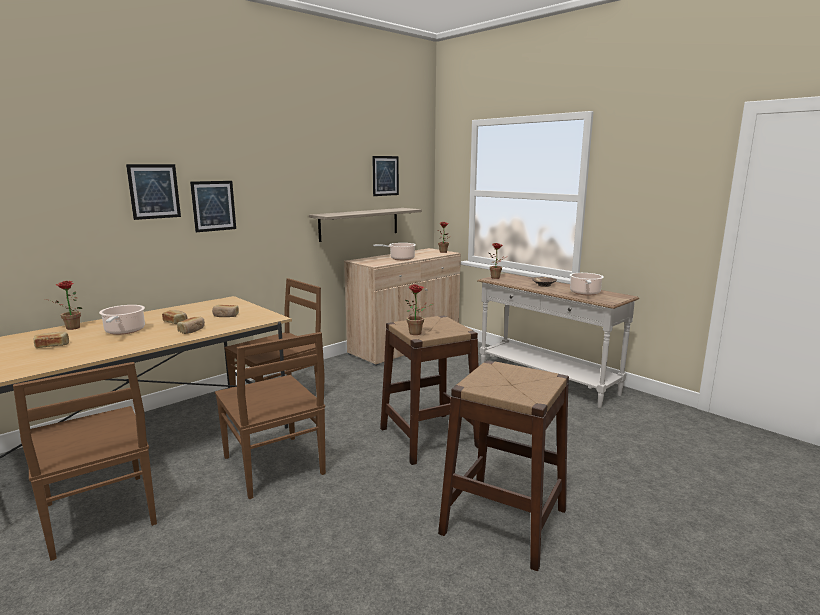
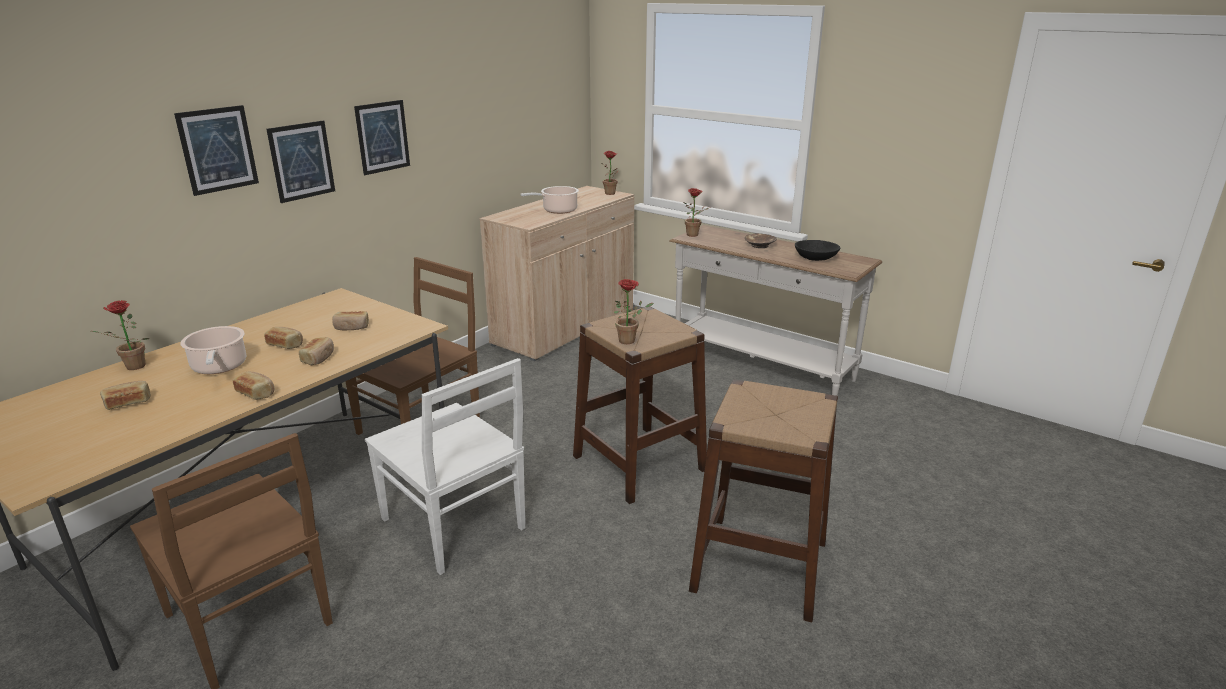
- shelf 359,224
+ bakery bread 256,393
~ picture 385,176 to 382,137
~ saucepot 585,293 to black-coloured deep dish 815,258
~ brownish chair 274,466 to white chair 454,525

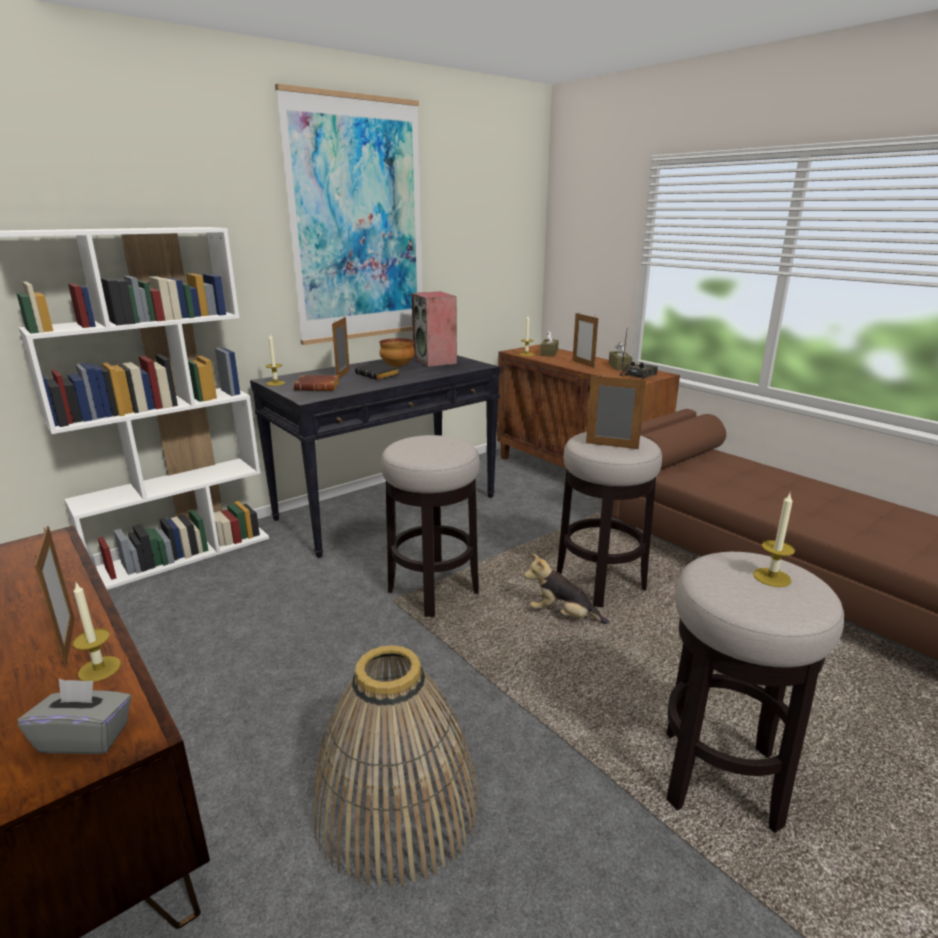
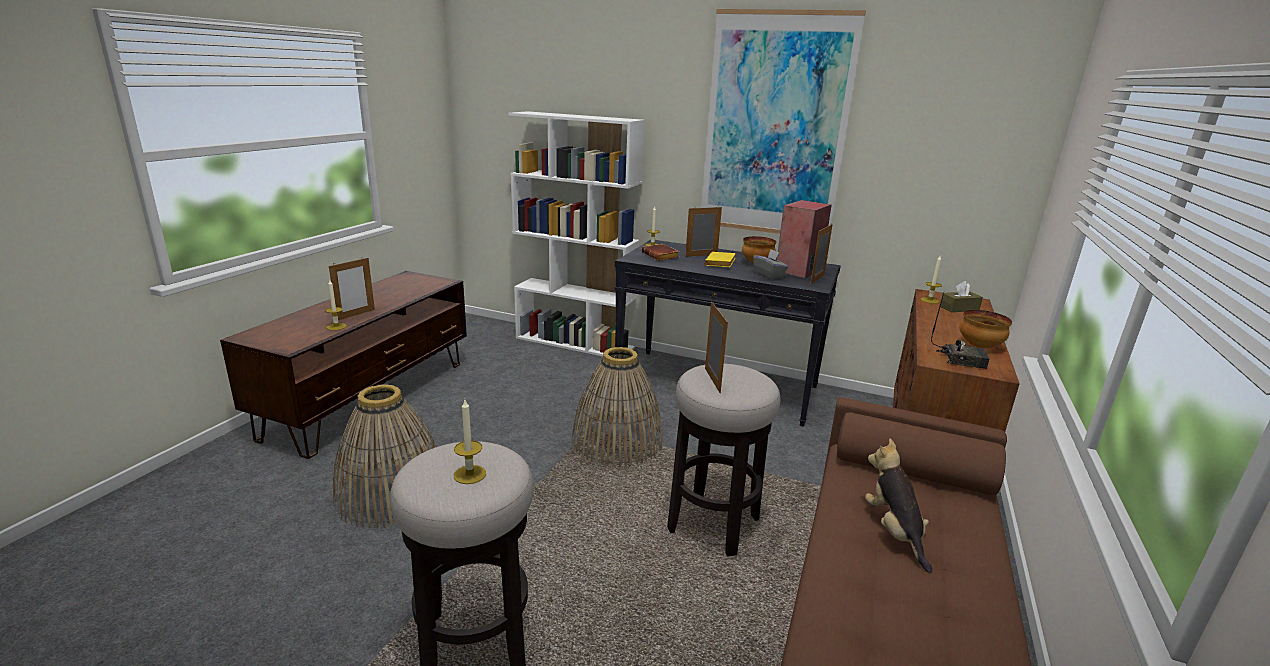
~ grey tissue holder 85,737 to 769,275
~ cuddly toy 563,615 to 894,531
~ picture frame 583,364 to 817,279
~ stool 433,591 to storage basket 617,442
~ brownish tissue holder 619,367 to deep dish 979,347
~ black-coloured bound book 379,375 to yellow-coloured bound book 721,263

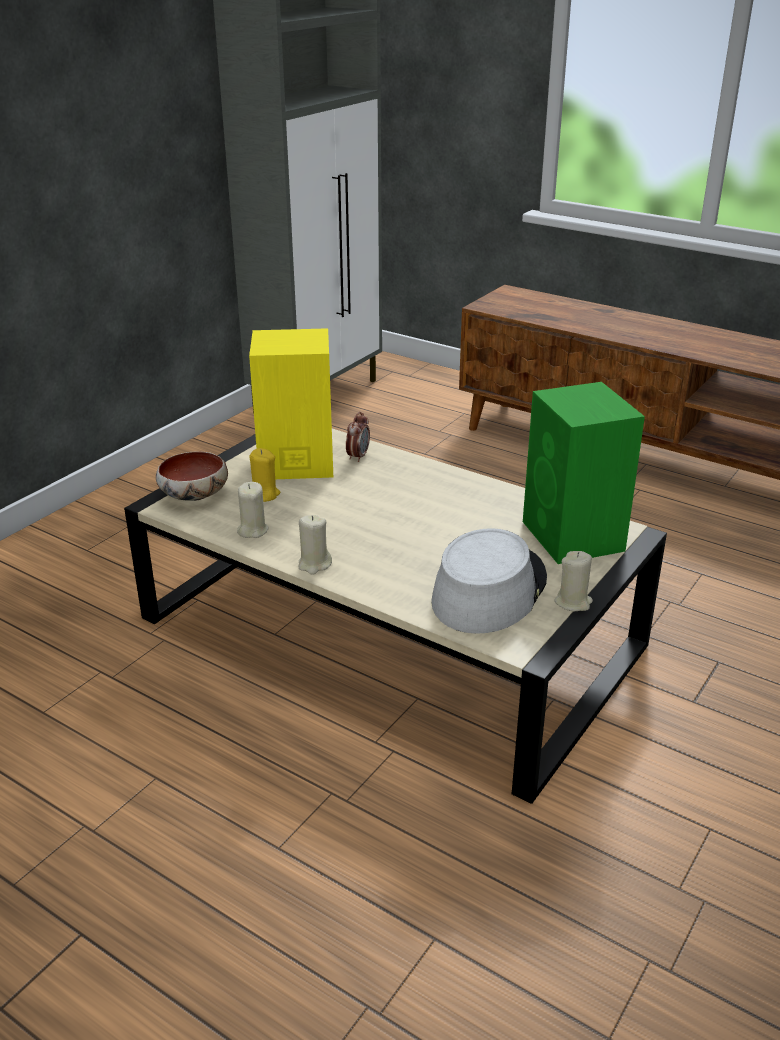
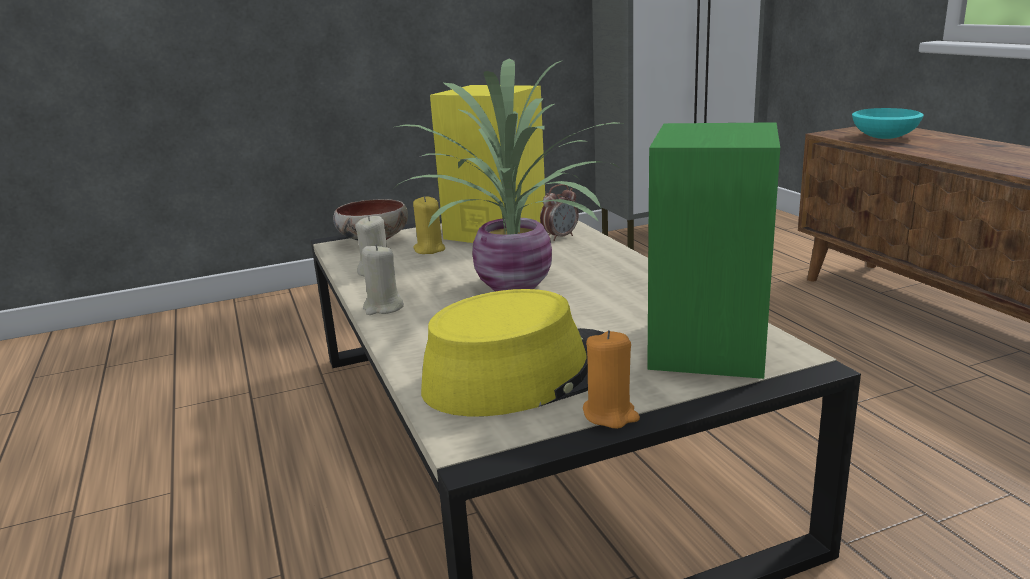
+ houseplant 518,284
+ turquoise-coloured deep dish 883,137
~ grey clothing hat 489,590 to yellow-coloured clothing hat 522,373
~ sand-coloured wax light 573,602 to orange-coloured wax light 610,414

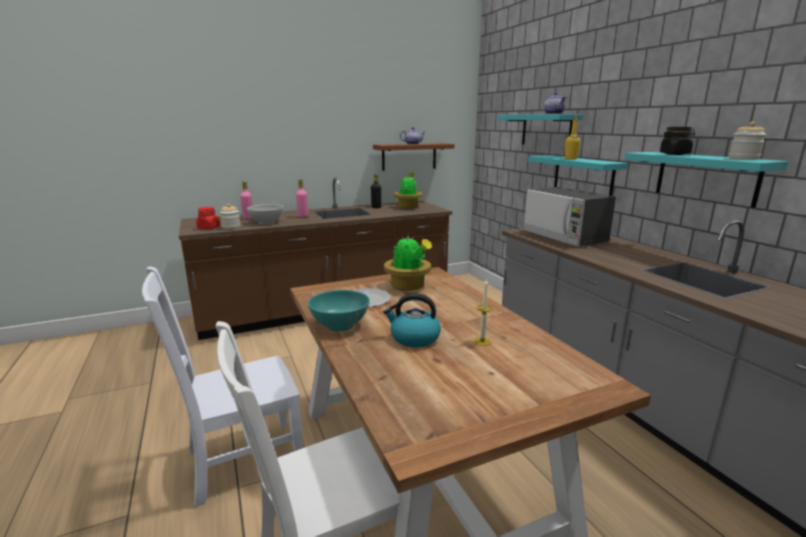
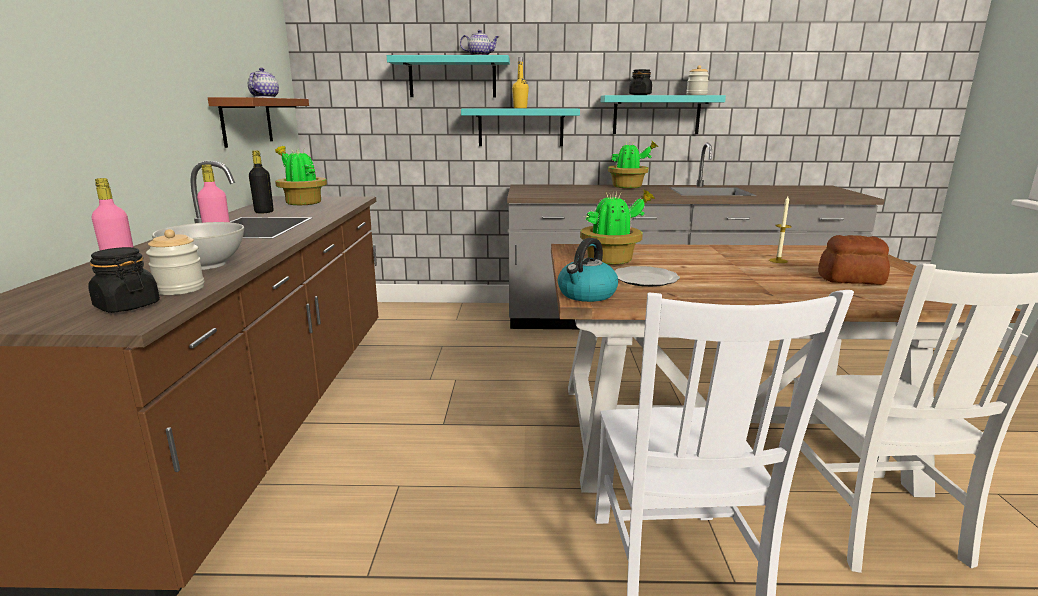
- turquoise-coloured deep dish 339,325
- kitchen microwave 564,237
+ houseplant 628,187
+ bakery bread 851,280
~ water kettle 414,338 to 586,294
~ red-coloured preserve jar 208,227 to black-coloured preserve jar 127,306

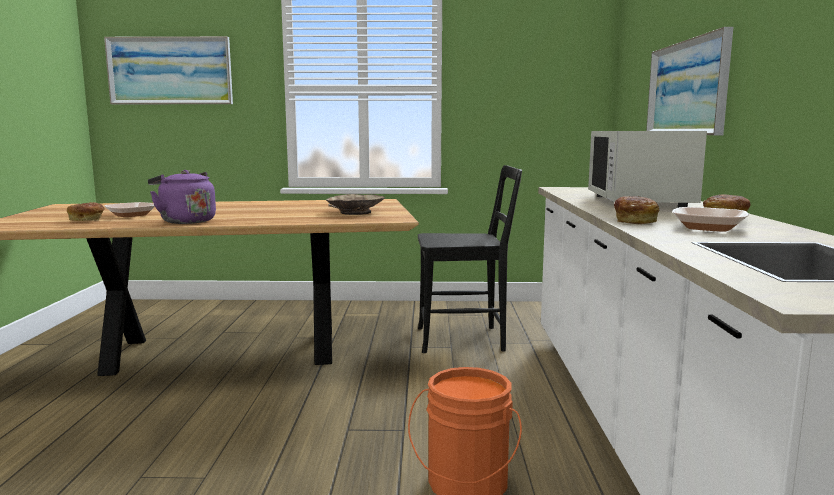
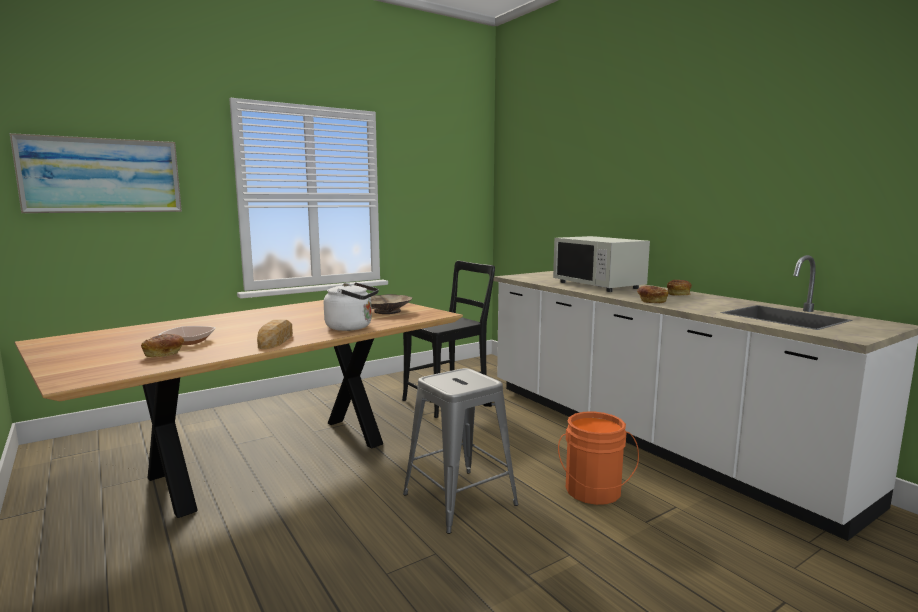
- picture 687,88
- deep dish 708,228
+ white water kettle 352,327
+ grey stool 459,499
~ purplish water kettle 185,221 to bakery bread 276,340

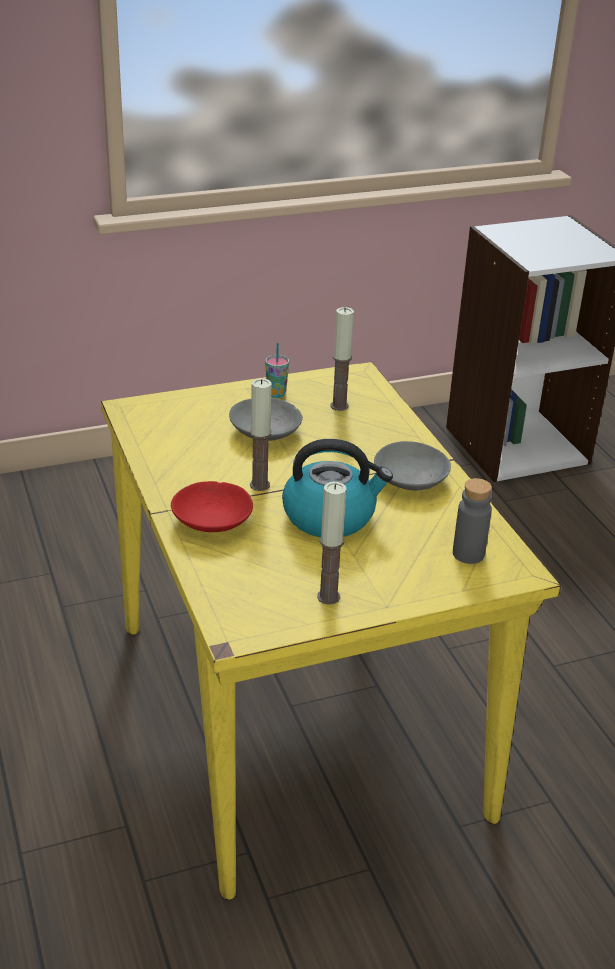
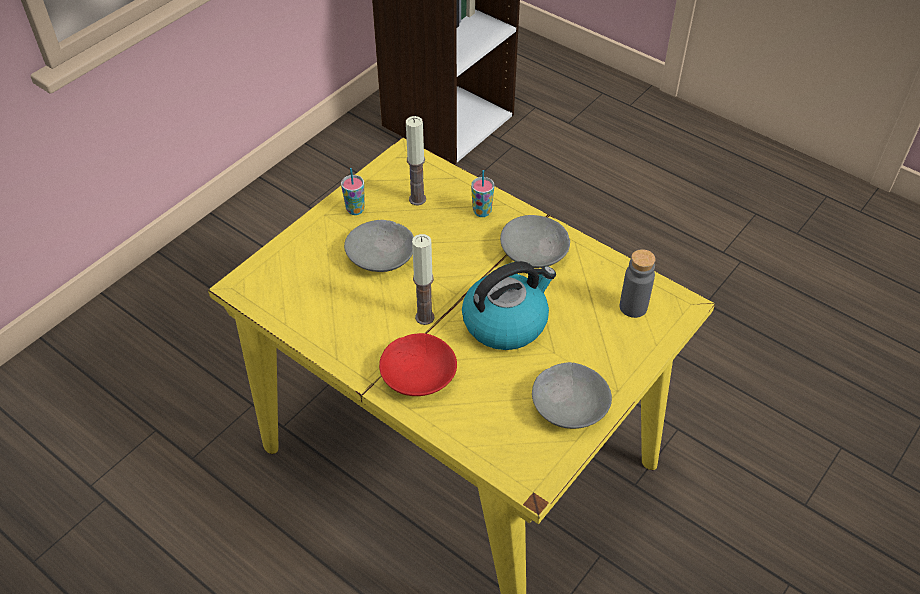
+ drinking cup 482,212
~ wax light 328,597 to grey deep dish 569,405

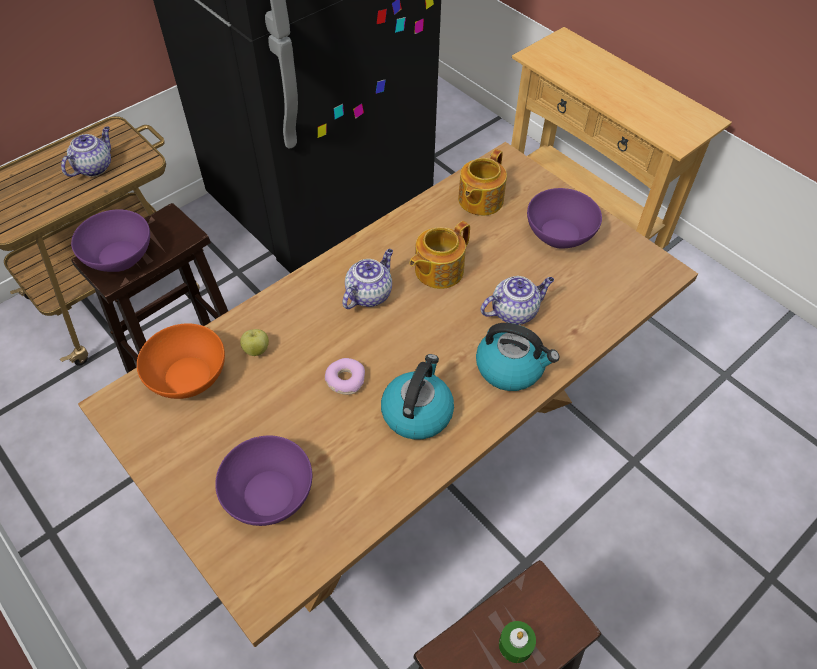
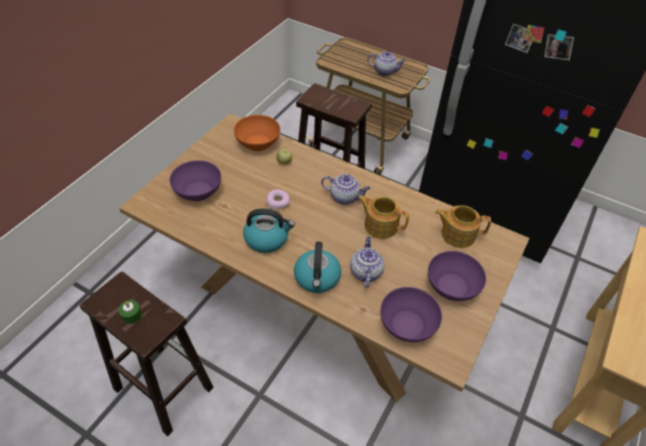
~ purplish deep dish 119,256 to 408,325
~ tea pot 514,311 = 365,272 135 degrees counterclockwise

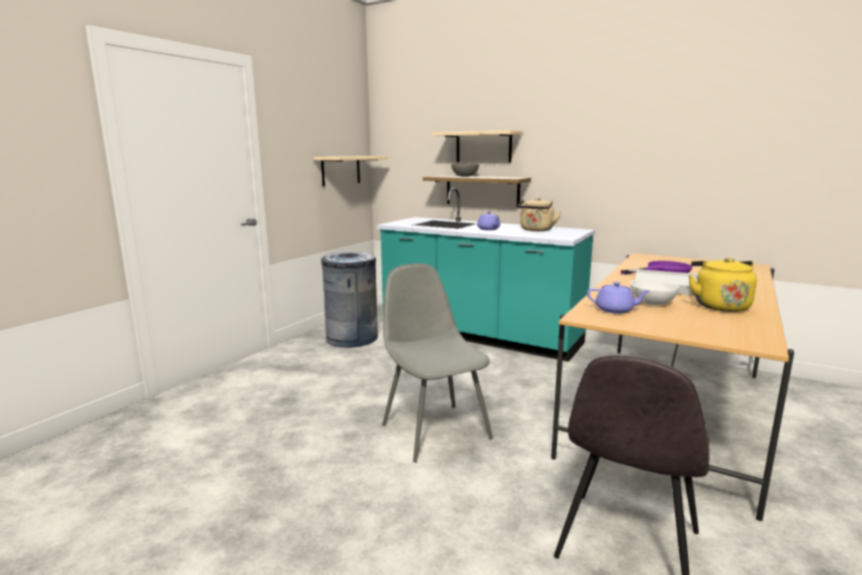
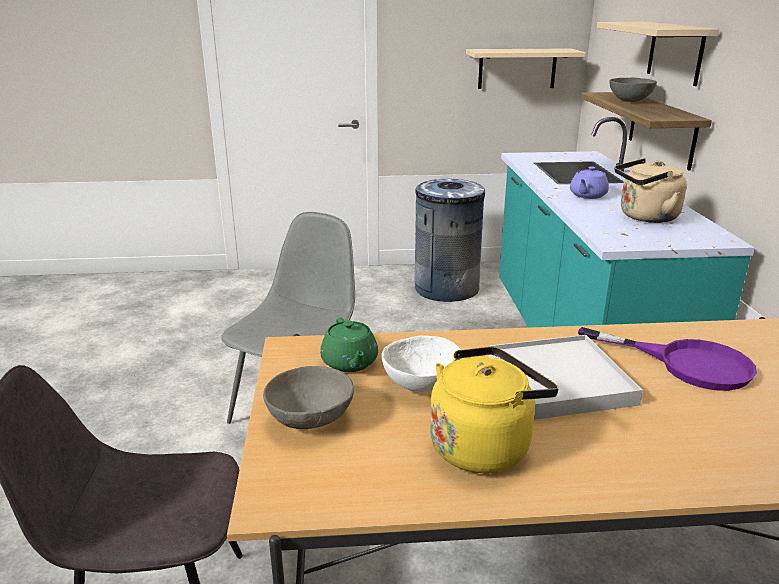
+ grey deep dish 311,419
~ purplish tea pot 615,310 to greenish tea pot 350,363

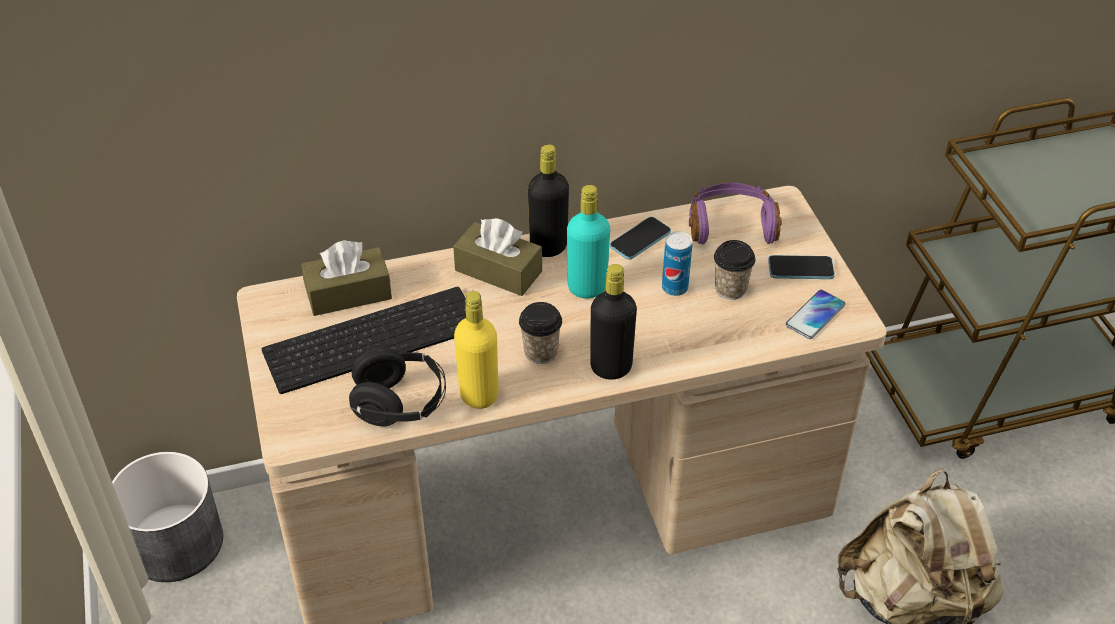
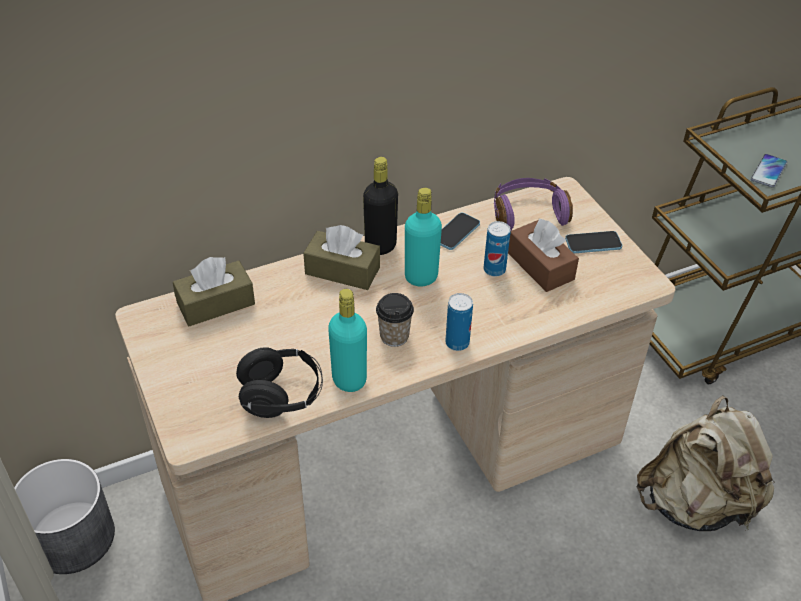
- PC keyboard 373,336
~ telephone 815,315 to 768,171
~ black-coloured drink bottle 611,367 to can 457,343
~ drinking cup 730,289 to brownish tissue holder 540,266
~ yellow-coloured drink bottle 479,395 to turquoise-coloured drink bottle 349,380

